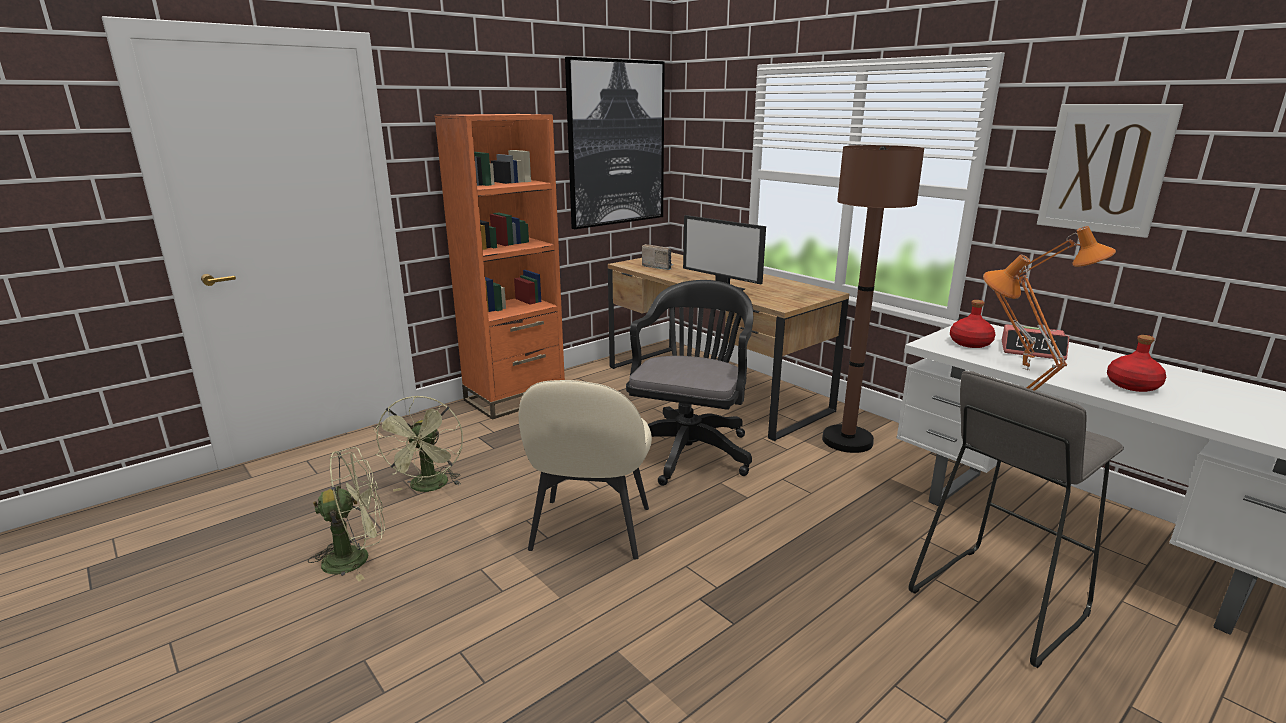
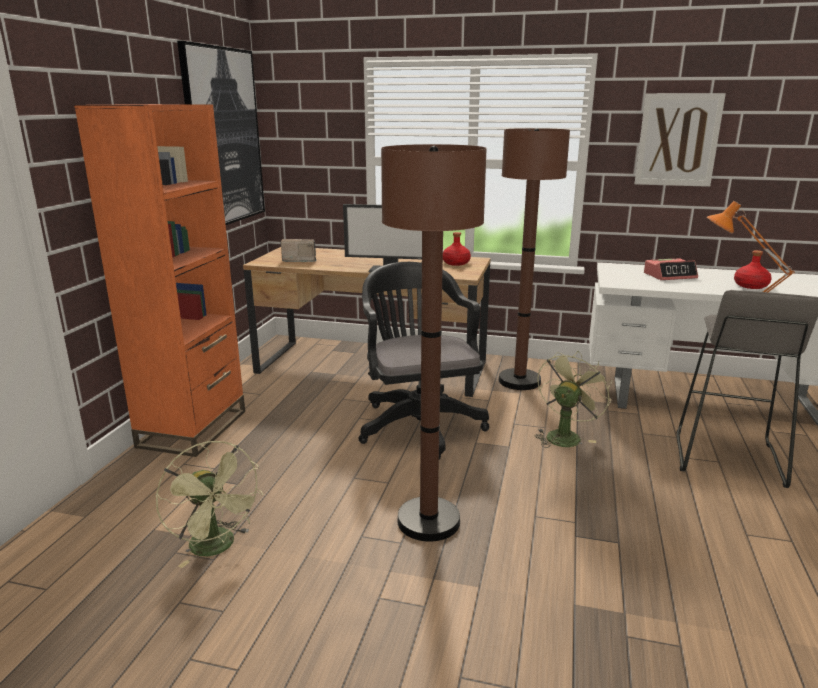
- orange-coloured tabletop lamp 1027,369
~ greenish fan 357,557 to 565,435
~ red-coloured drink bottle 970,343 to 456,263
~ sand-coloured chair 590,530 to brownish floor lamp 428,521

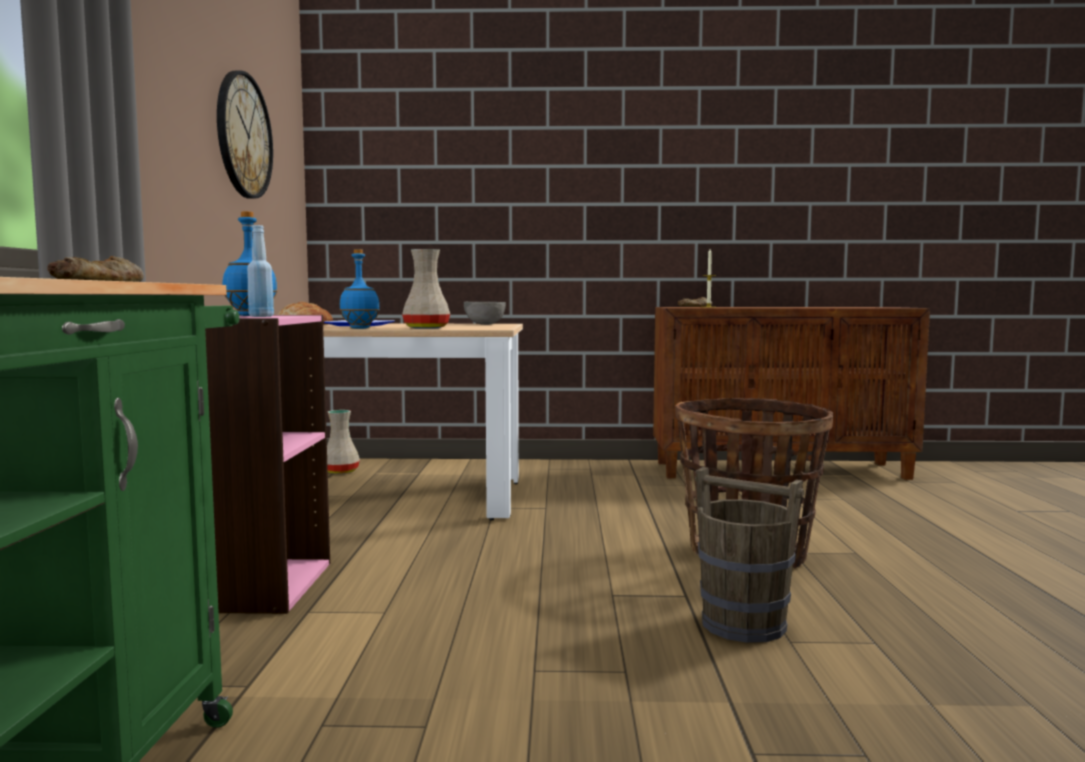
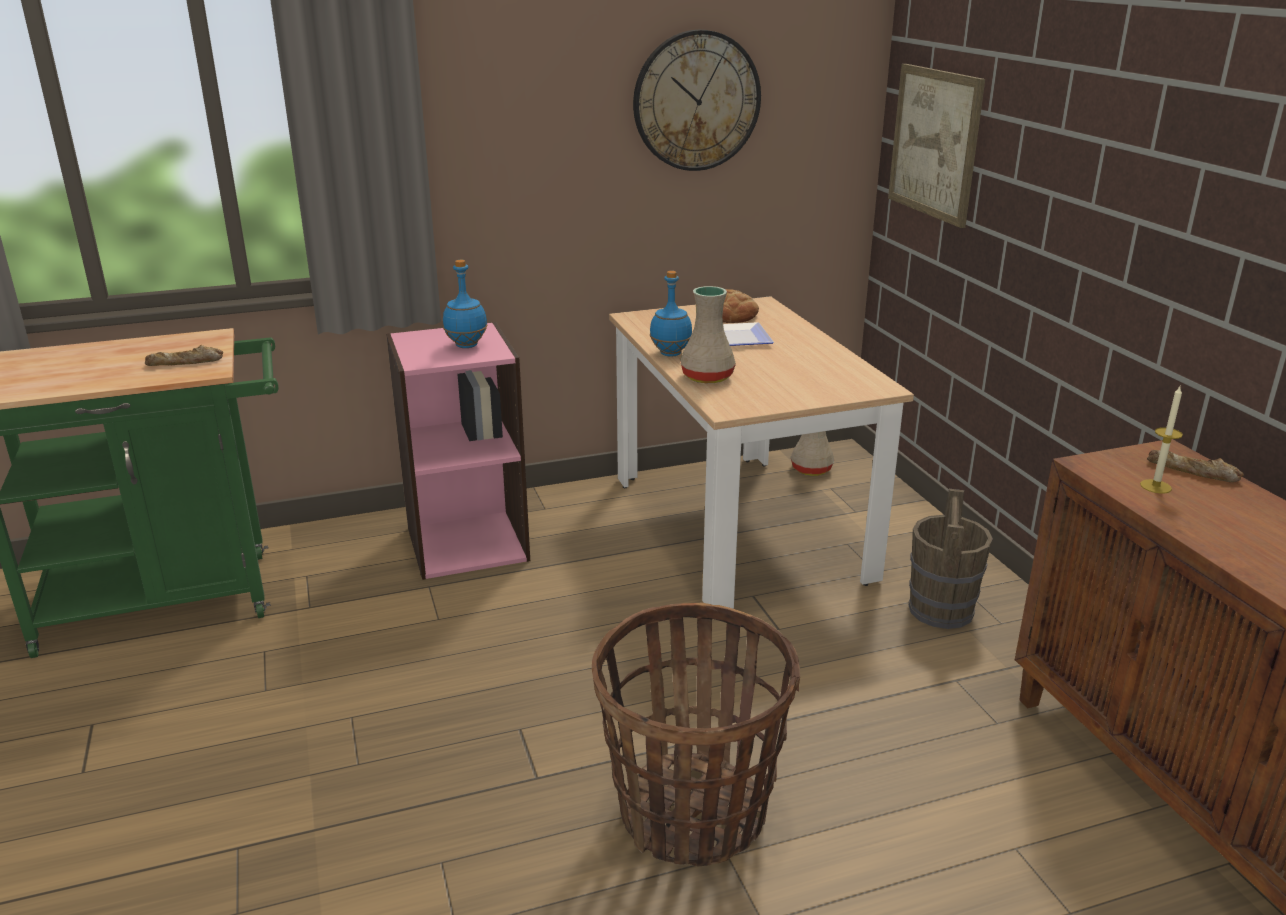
- bluish drink bottle 261,316
- grey deep dish 484,324
+ picture 934,143
~ brownish bucket 742,624 to 941,610

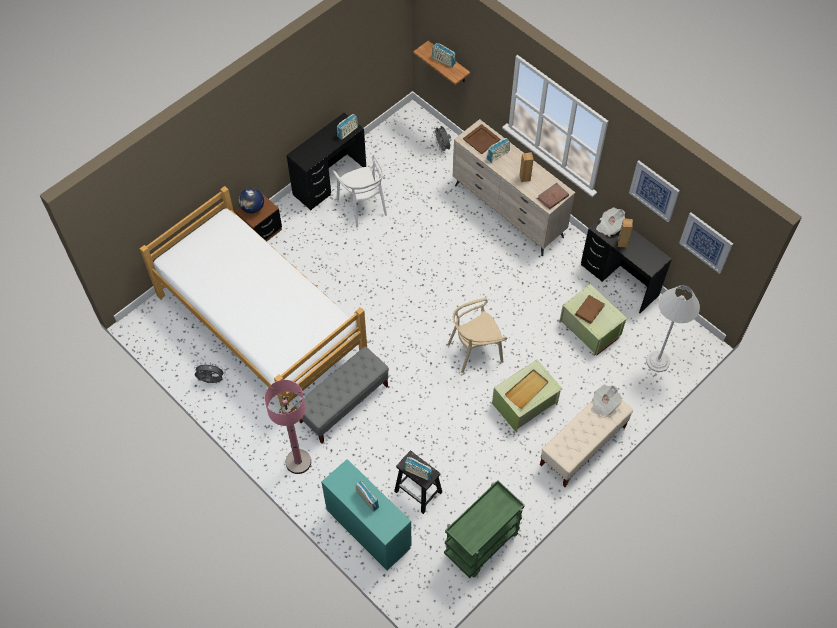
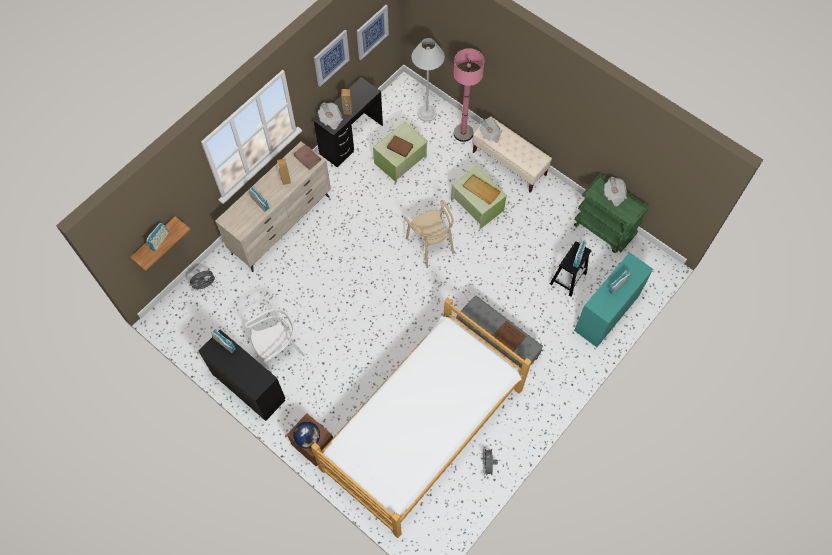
+ daily paper 614,195
~ pink floor lamp 298,462 to 463,133
~ brownish carrying tray 481,139 to 508,338

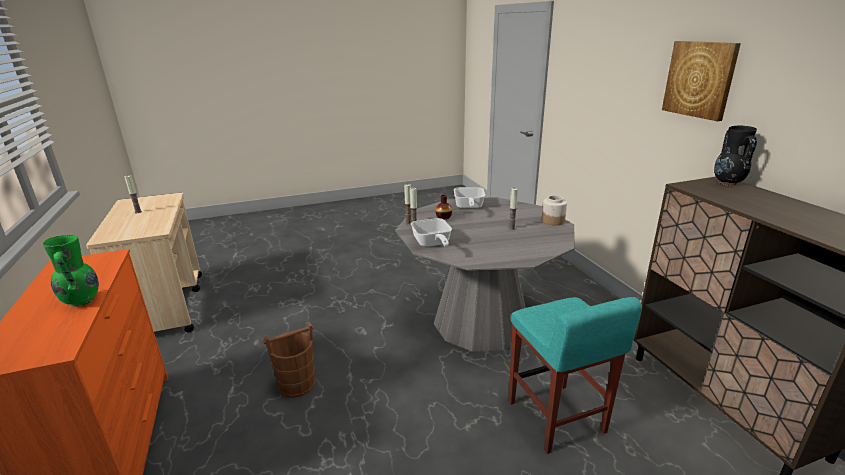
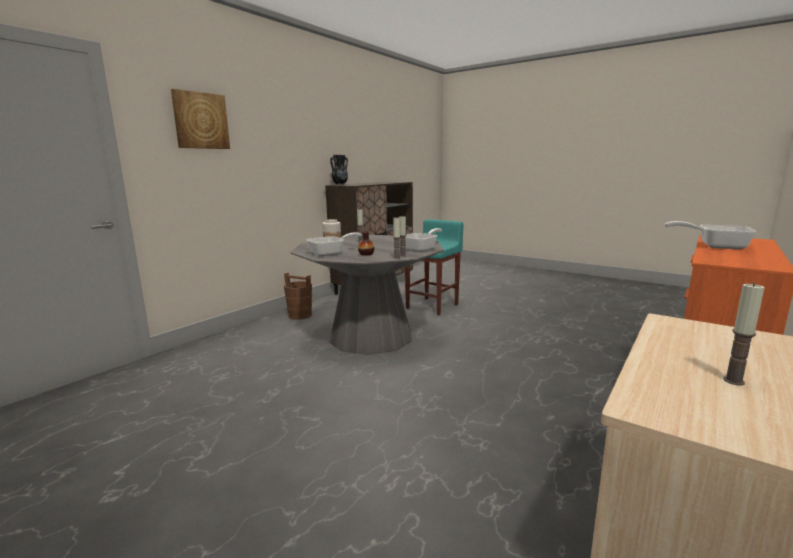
~ brownish bucket 296,385 to 300,315
~ picture 700,79 to 200,121
~ greenish flower vase 82,301 to pan 715,246

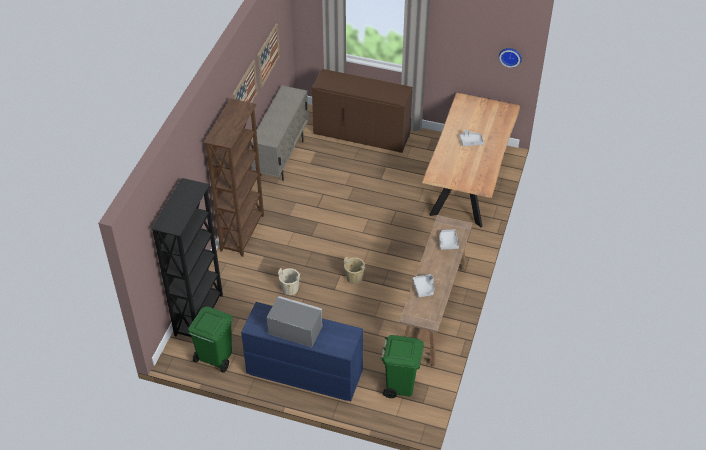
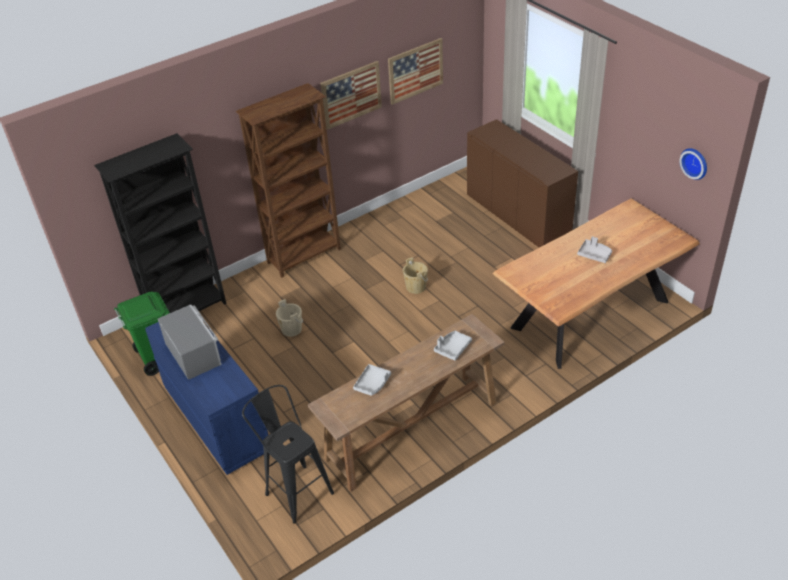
- sand-coloured cupboard 282,158
~ sand-coloured bucket 354,277 to 416,287
~ greenish rubbish bin 400,384 to black-coloured stool 295,489

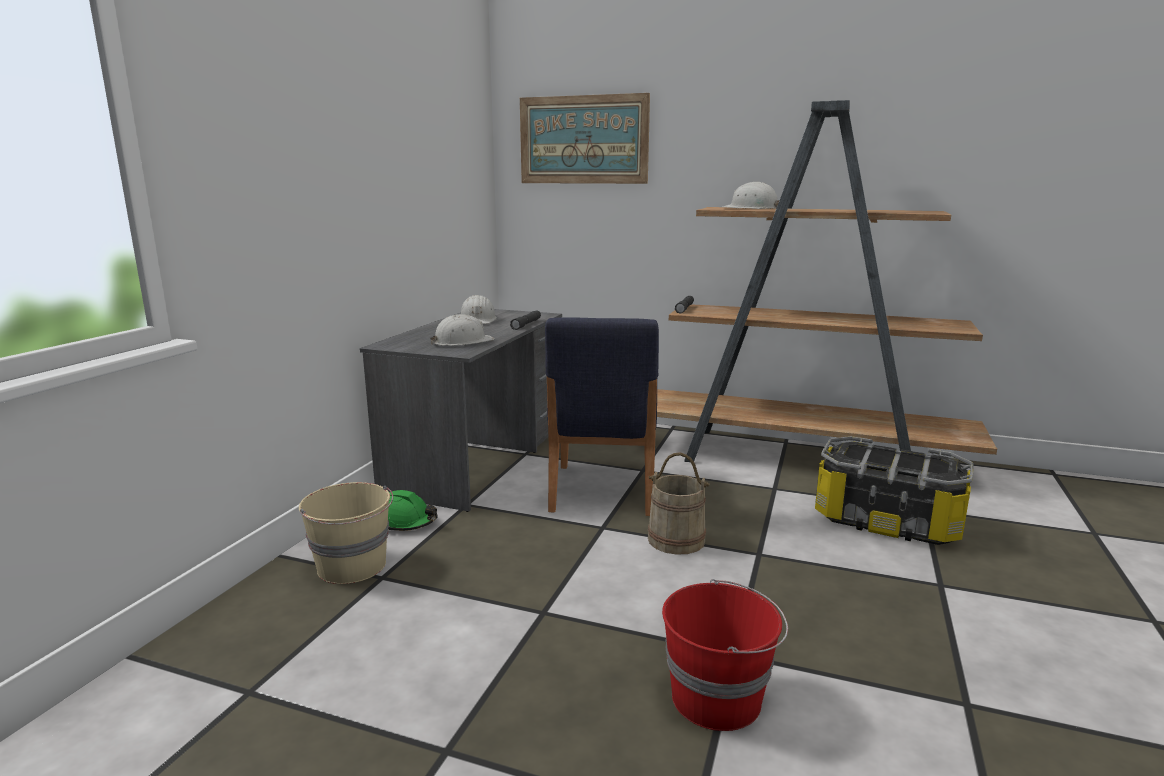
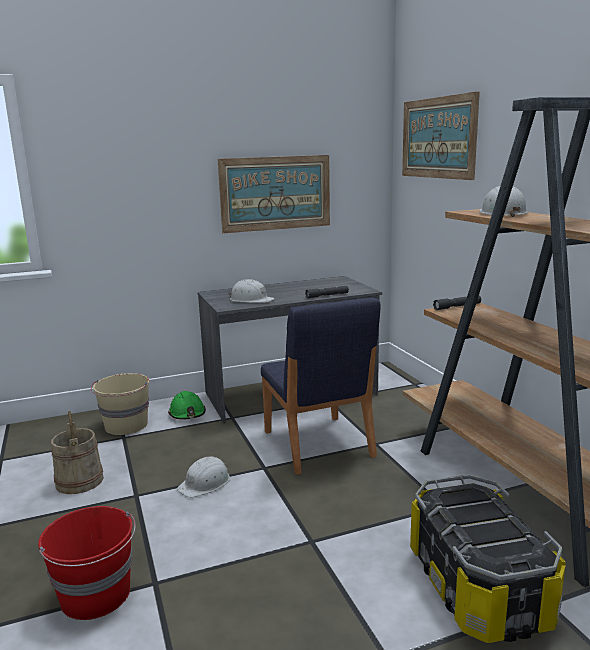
+ picture 275,193
~ white safety helmet 478,320 to 205,483
~ sand-coloured bucket 676,540 to 79,481
~ bluish chair 602,490 = 318,444 75 degrees counterclockwise

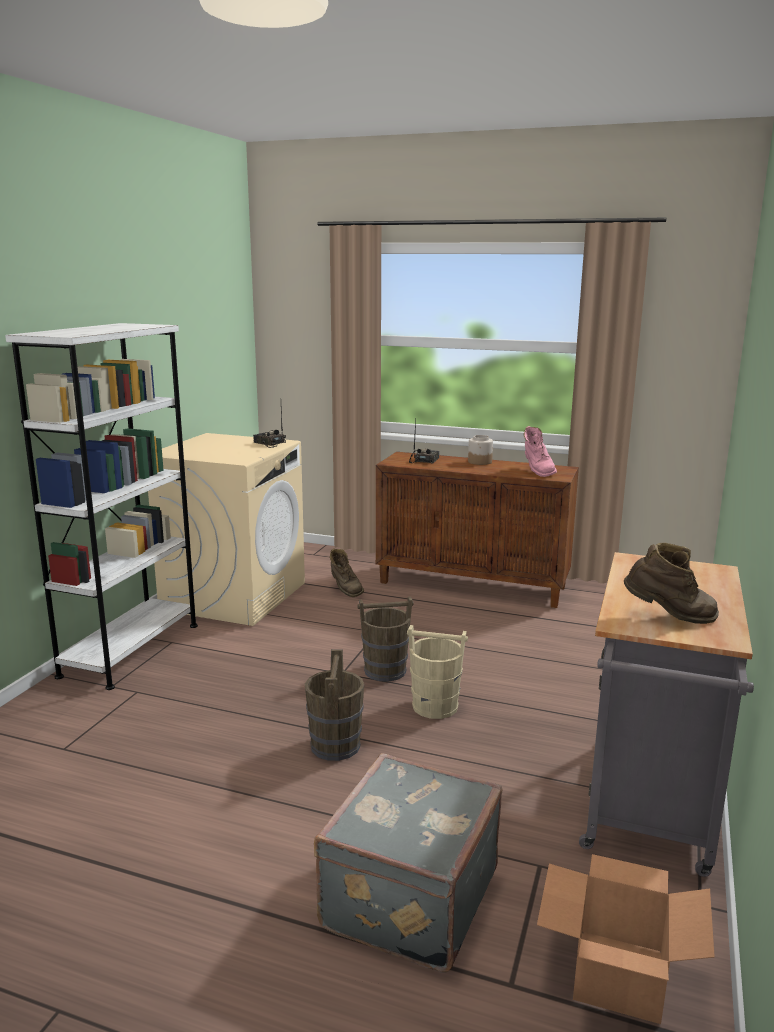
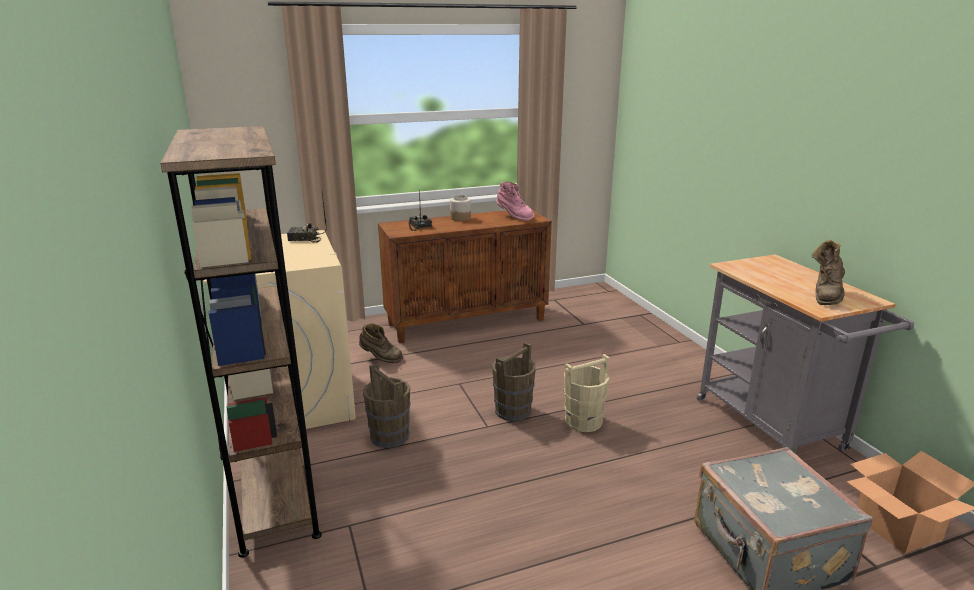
~ brownish bucket 335,745 to 389,436
~ white shelving unit 131,650 to brownish shelving unit 275,491
~ brownish high-top boot 669,617 = 826,296 150 degrees clockwise

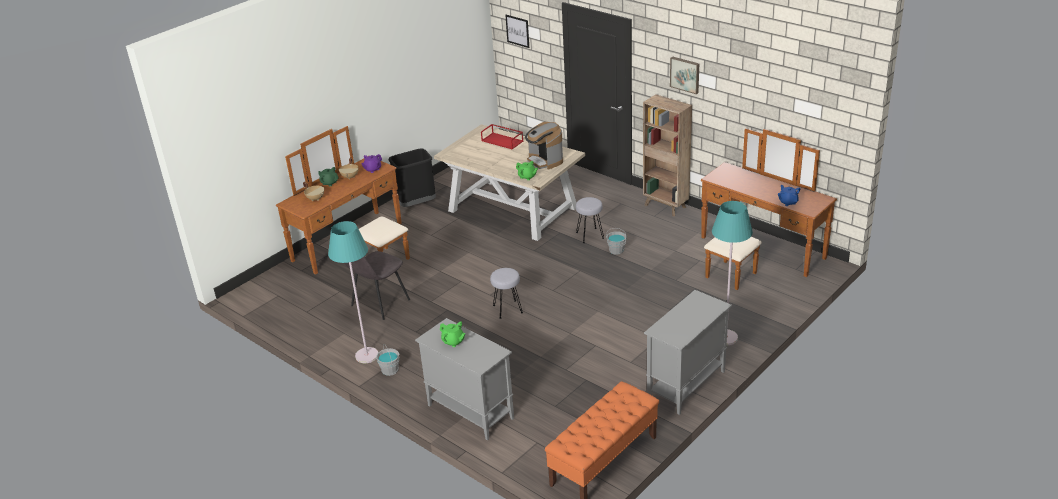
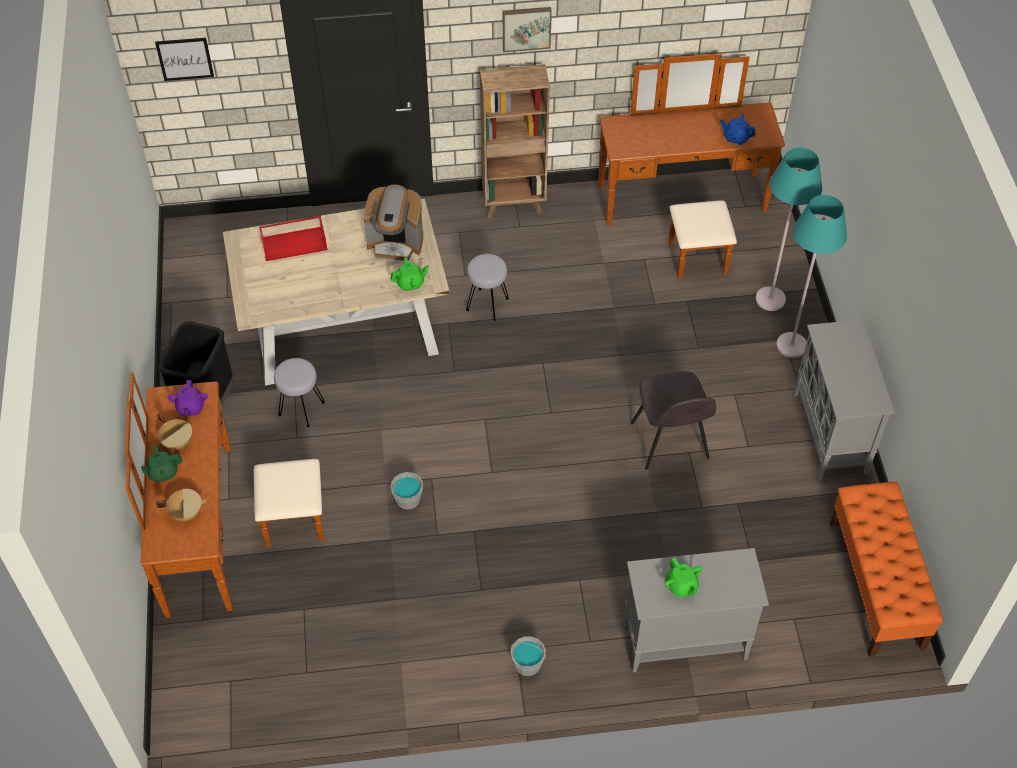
~ turquoise-coloured floor lamp 367,356 to 770,299
~ grey chair 379,304 to 670,442
~ grey stool 507,309 to 301,409
~ grey bucket 616,250 to 408,500
~ greenish tea pot 453,341 = 681,586 75 degrees clockwise

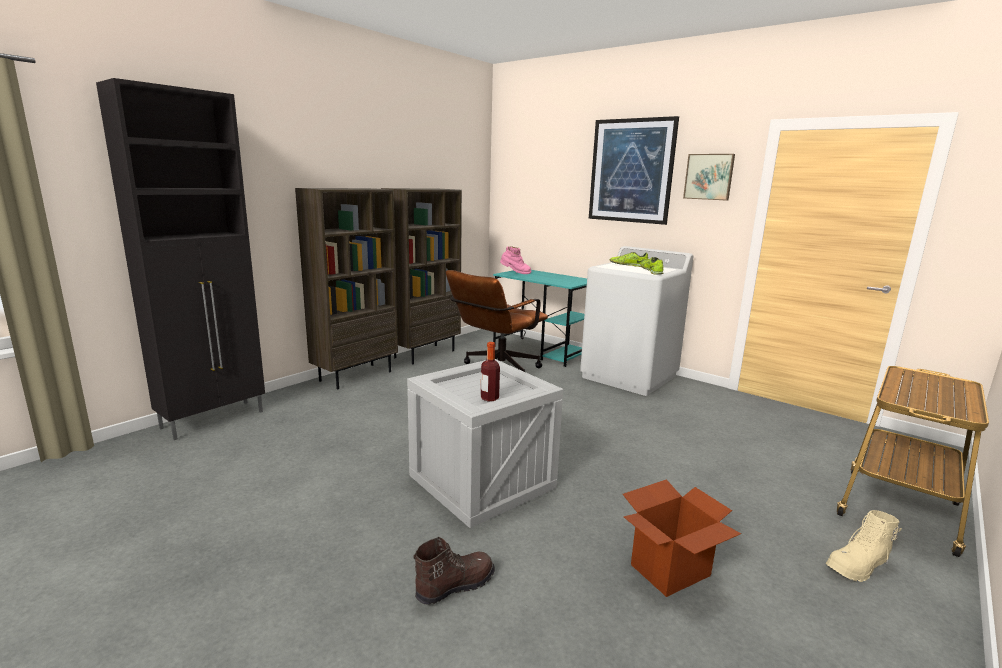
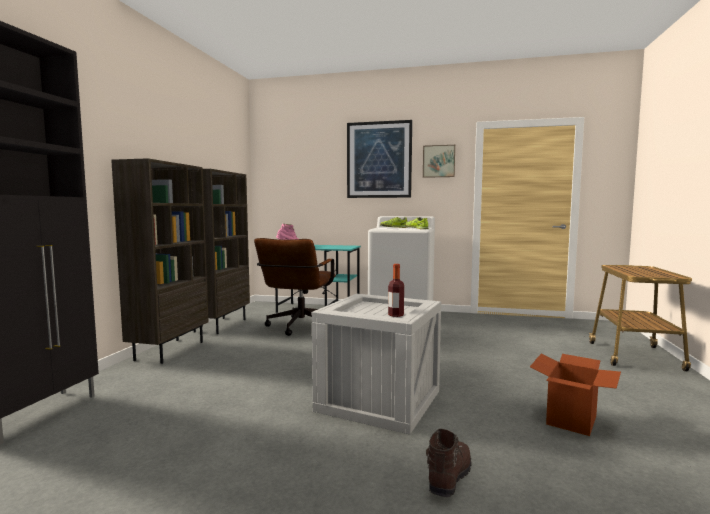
- sand-coloured high-top boot 858,566

